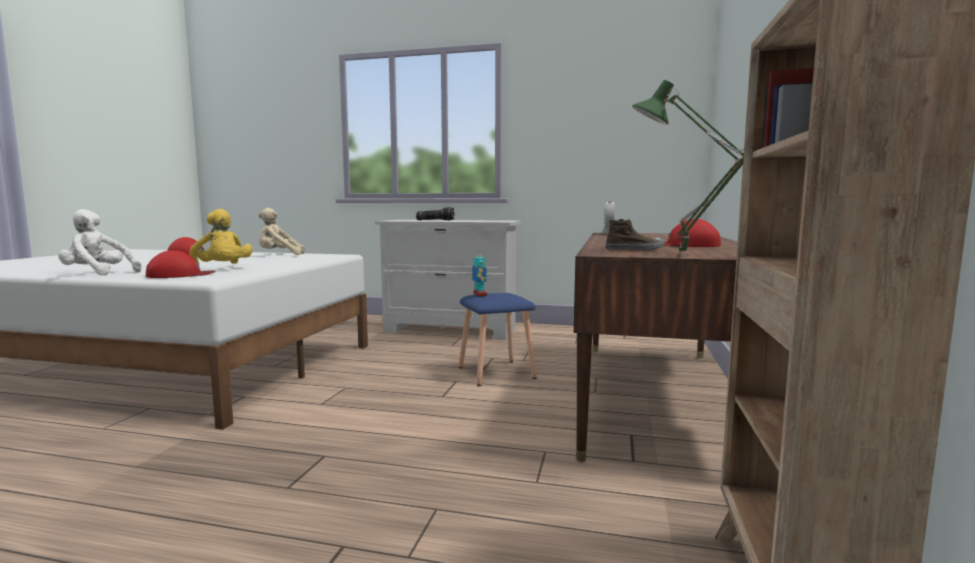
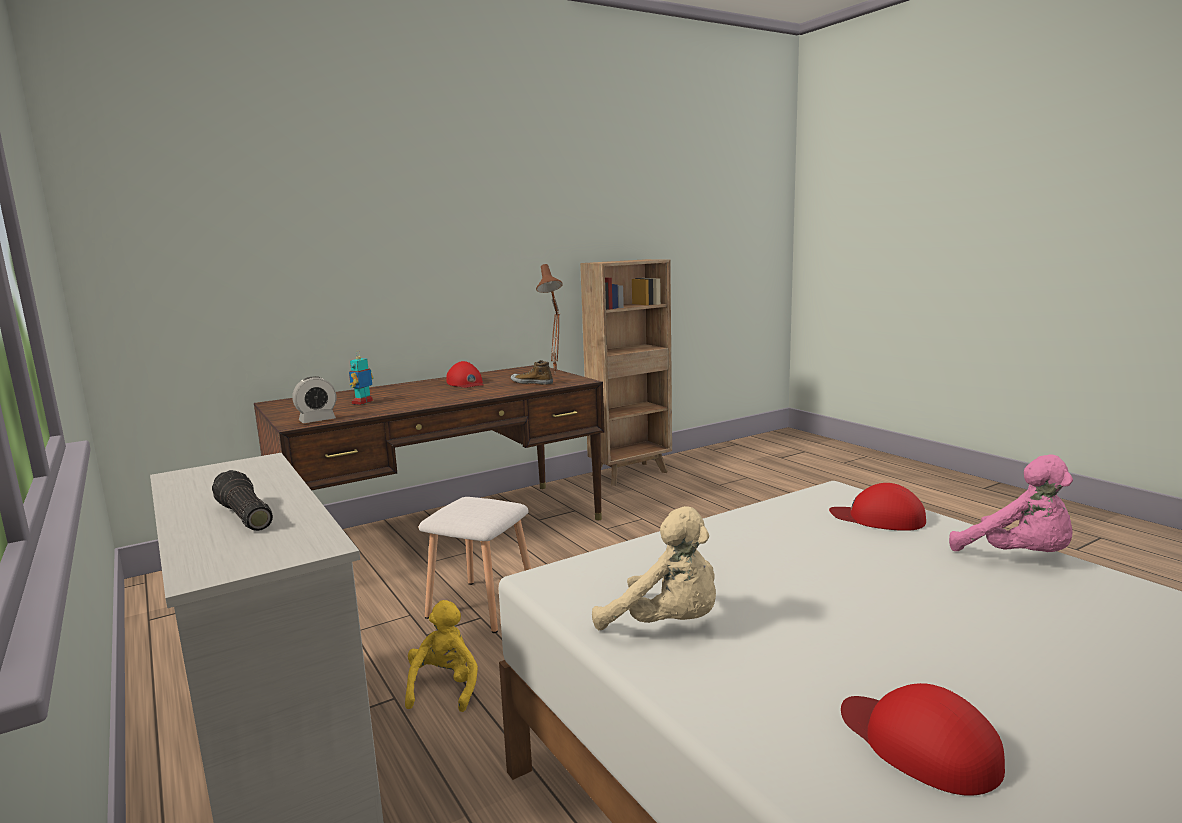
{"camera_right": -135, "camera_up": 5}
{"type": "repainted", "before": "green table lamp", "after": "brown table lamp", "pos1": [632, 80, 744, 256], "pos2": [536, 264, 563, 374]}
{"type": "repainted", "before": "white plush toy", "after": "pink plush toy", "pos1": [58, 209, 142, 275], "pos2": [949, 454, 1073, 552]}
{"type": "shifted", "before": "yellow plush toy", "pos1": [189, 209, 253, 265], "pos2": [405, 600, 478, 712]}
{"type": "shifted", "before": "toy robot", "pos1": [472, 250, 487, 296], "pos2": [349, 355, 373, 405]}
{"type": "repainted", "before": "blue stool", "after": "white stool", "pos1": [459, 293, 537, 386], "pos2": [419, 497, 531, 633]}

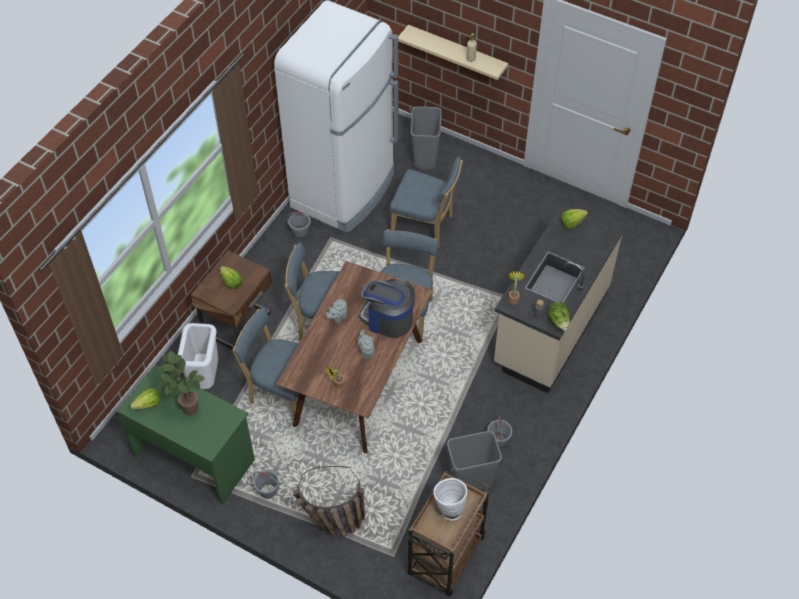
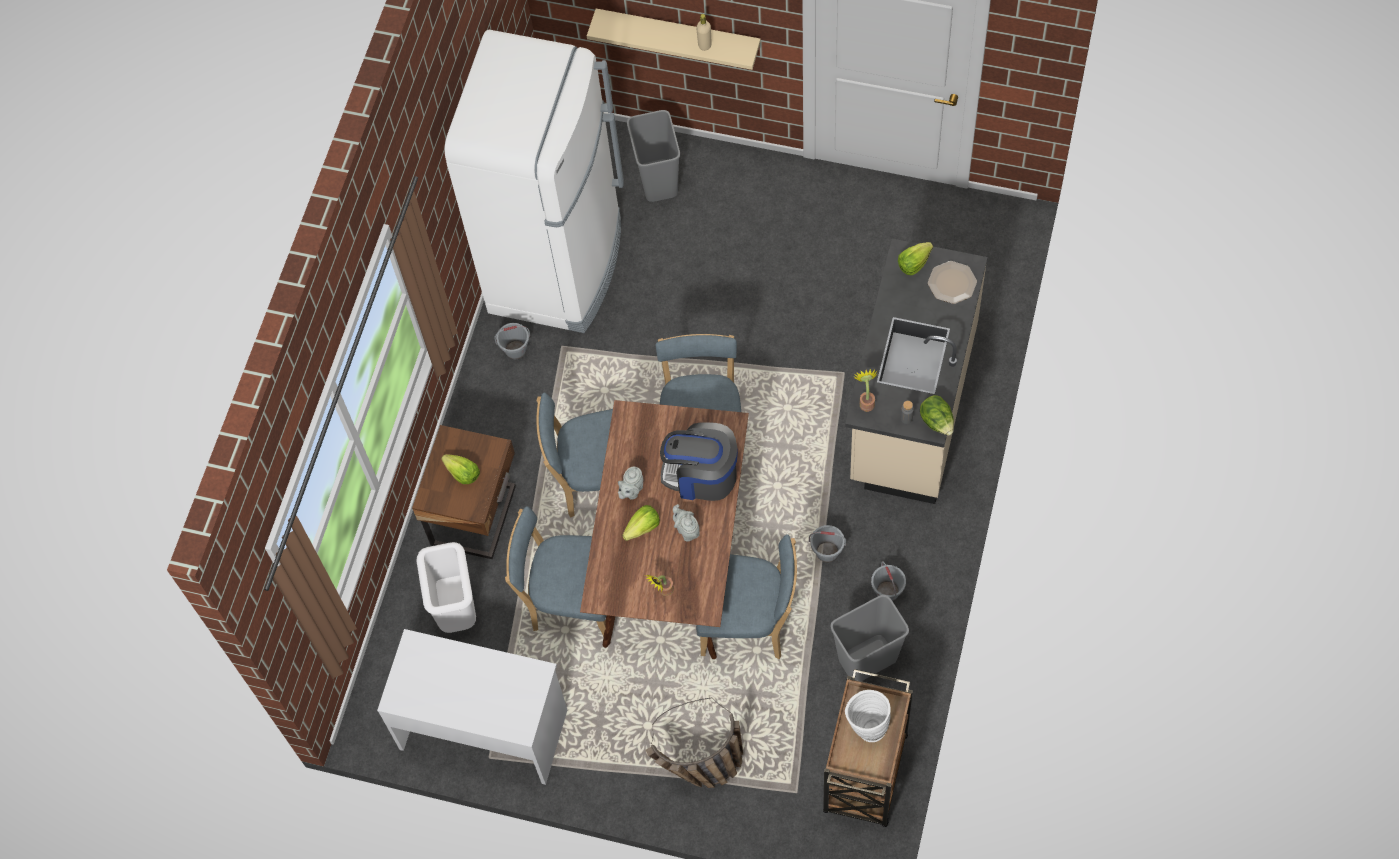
{"camera_right": -10, "camera_up": 10}
{"type": "shifted", "before": "blue chair", "pos1": [389, 156, 463, 249], "pos2": [696, 534, 797, 659]}
{"type": "gone", "before": "potted plant", "pos1": [156, 351, 205, 416]}
{"type": "repainted", "before": "green desk", "after": "white desk", "pos1": [117, 365, 255, 504], "pos2": [377, 629, 567, 785]}
{"type": "shifted", "before": "lettuce", "pos1": [130, 388, 161, 409], "pos2": [622, 505, 660, 541]}
{"type": "shifted", "before": "grey bucket", "pos1": [253, 470, 279, 499], "pos2": [809, 525, 846, 562]}
{"type": "new", "after": "plate", "pos2": [928, 261, 977, 304]}

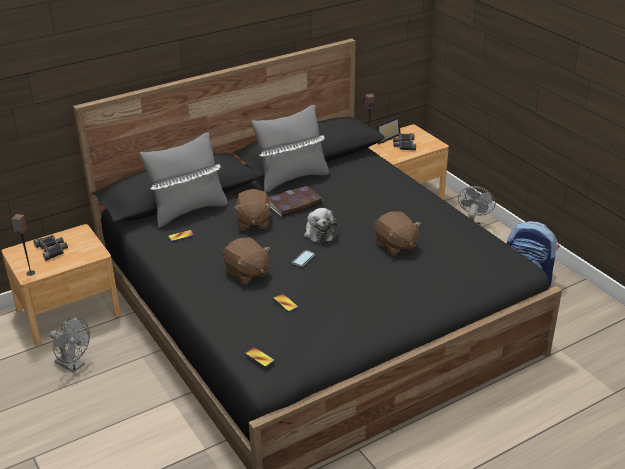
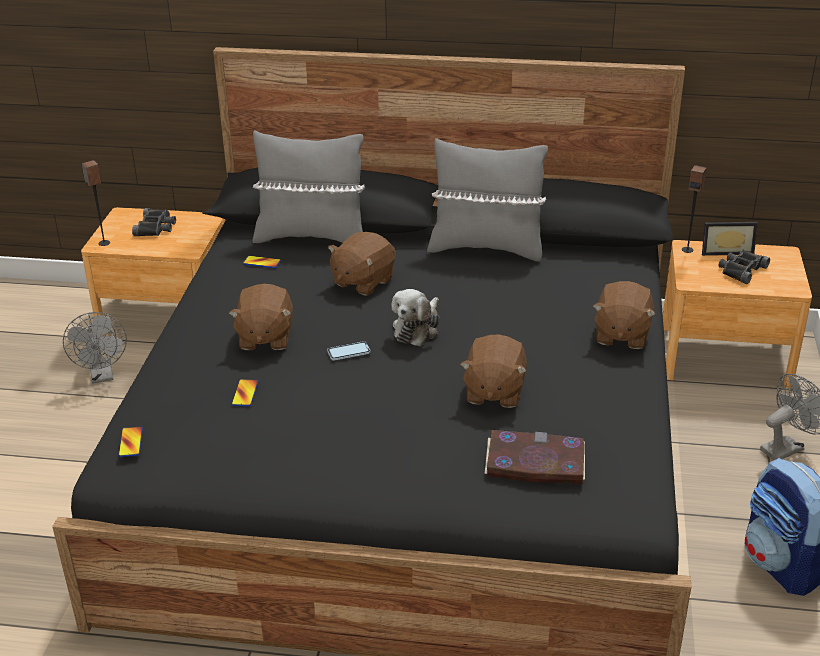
{"camera_right": 40, "camera_up": 0}
{"type": "shifted", "before": "book", "pos1": [268, 186, 323, 217], "pos2": [485, 430, 585, 484]}
{"type": "new", "after": "brown plush toy", "pos2": [593, 281, 656, 349]}

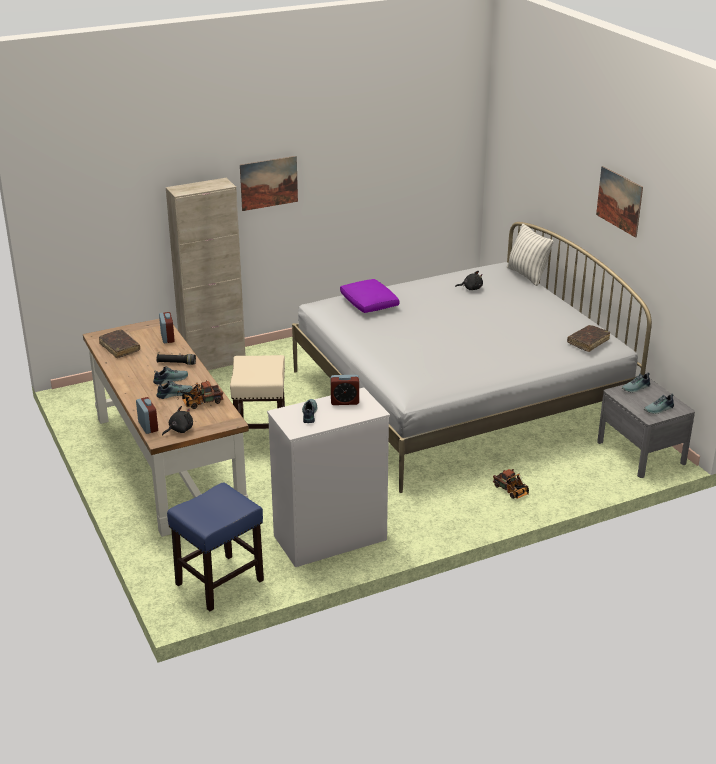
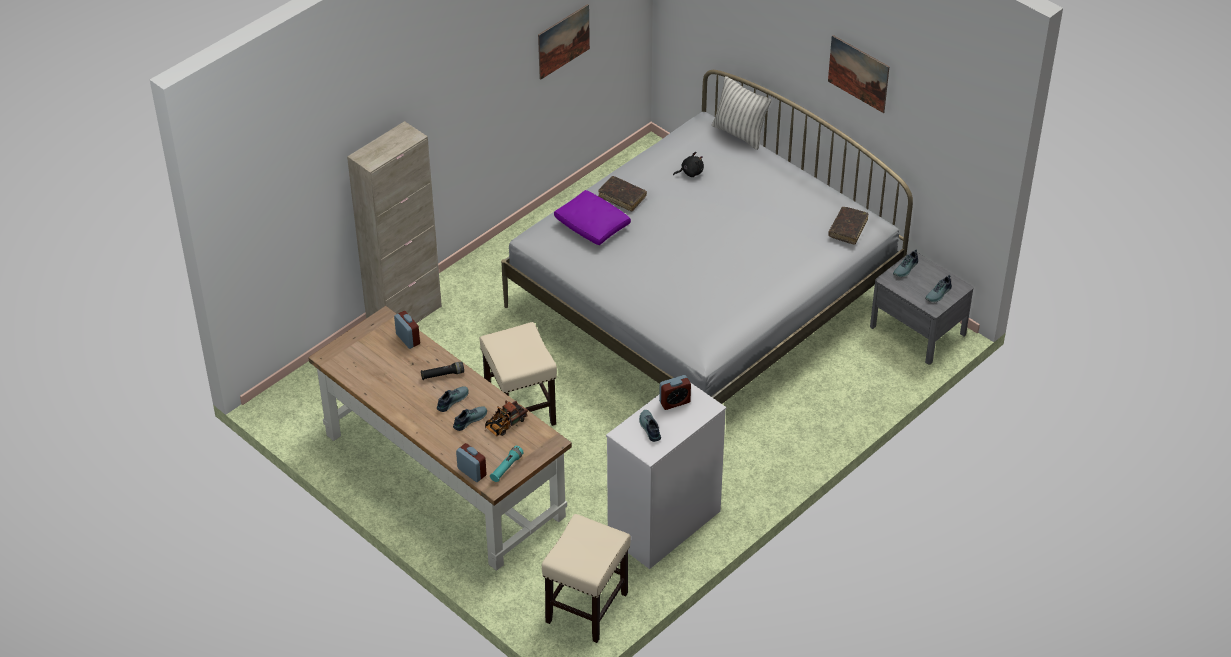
{"camera_right": -20, "camera_up": 15}
{"type": "shifted", "before": "picture", "pos1": [240, 156, 298, 211], "pos2": [538, 4, 590, 80]}
{"type": "shifted", "before": "brown book", "pos1": [99, 329, 140, 358], "pos2": [598, 176, 647, 211]}
{"type": "swapped", "before": "black plush toy", "after": "turquoise flashlight", "pos1": [162, 406, 193, 436], "pos2": [490, 446, 524, 482]}
{"type": "gone", "before": "toy truck", "pos1": [493, 469, 529, 499]}
{"type": "repainted", "before": "blue stool", "after": "beige stool", "pos1": [167, 483, 264, 611], "pos2": [542, 514, 631, 643]}

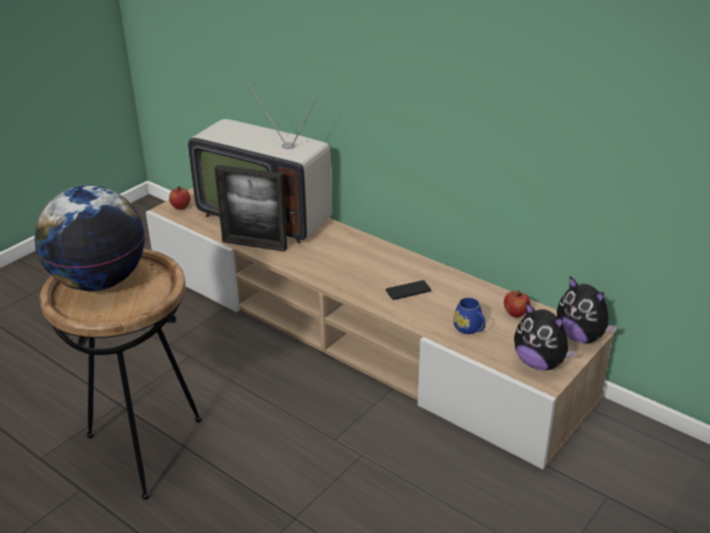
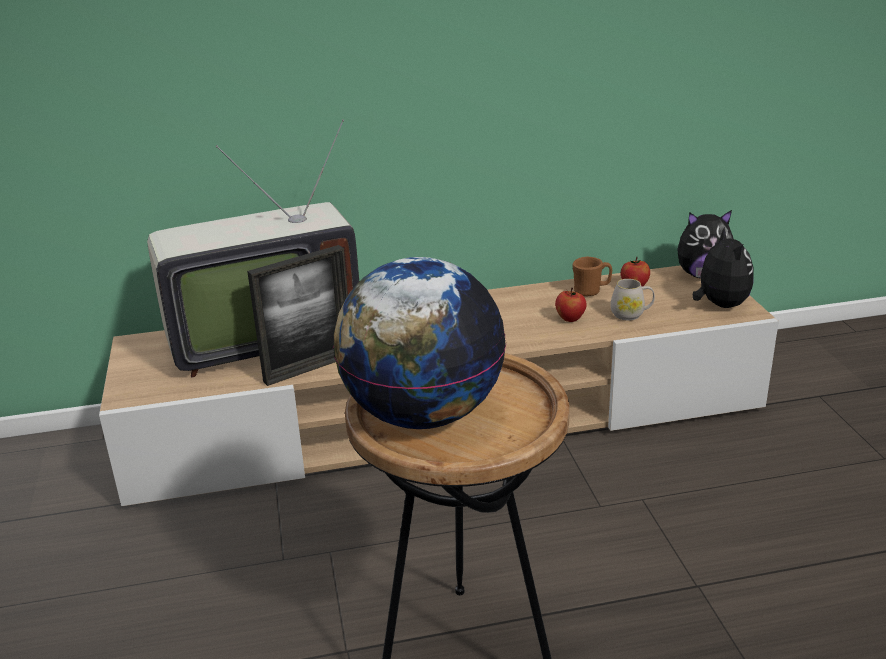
{"camera_right": -50, "camera_up": -5}
{"type": "shifted", "before": "apple", "pos1": [169, 186, 190, 210], "pos2": [555, 288, 587, 322]}
{"type": "gone", "before": "phone", "pos1": [386, 280, 431, 300]}
{"type": "repainted", "before": "blue mug", "after": "white mug", "pos1": [453, 297, 486, 334], "pos2": [610, 279, 655, 321]}
{"type": "rotated", "before": "plush toy", "pos1": [514, 302, 578, 371], "pos2": [692, 227, 754, 308], "turn": -90}
{"type": "new", "after": "brown mug", "pos2": [572, 257, 612, 296]}

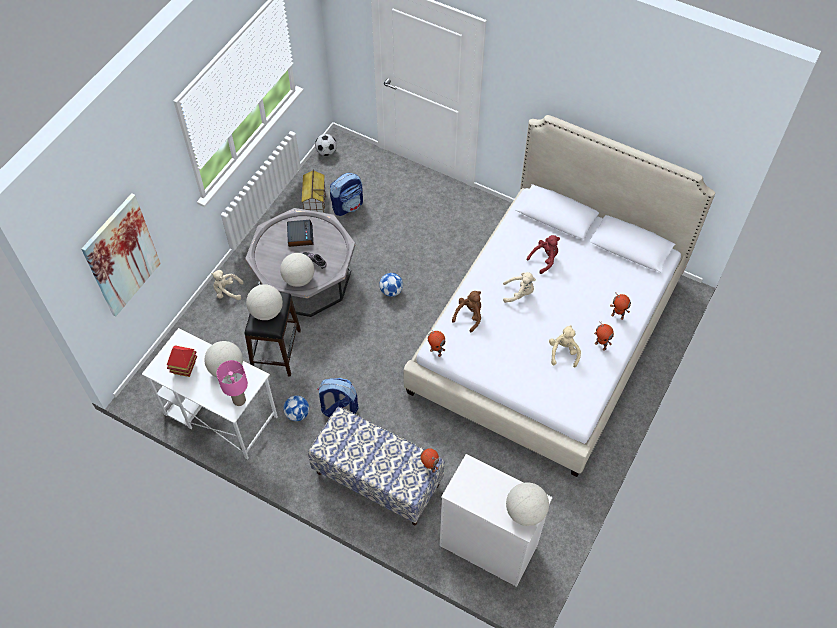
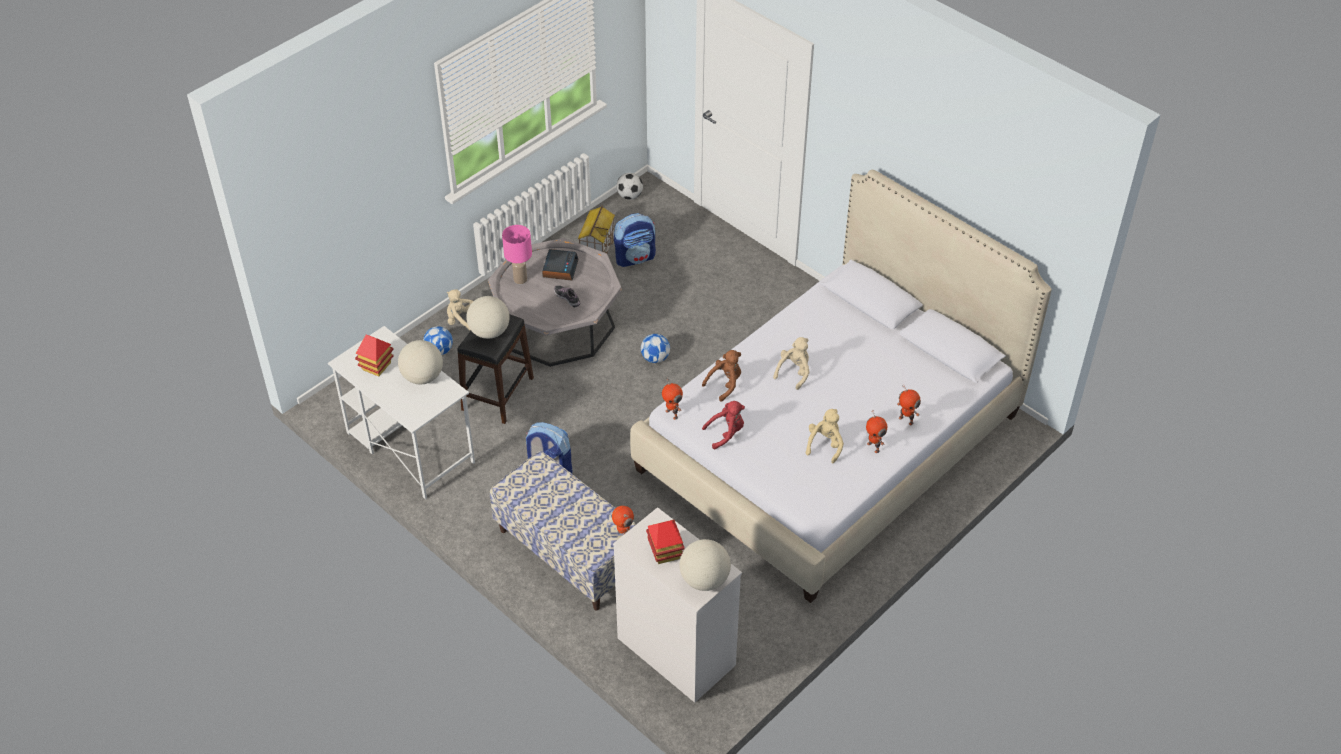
{"camera_right": 15, "camera_up": -10}
{"type": "gone", "before": "picture", "pos1": [81, 193, 161, 316]}
{"type": "shifted", "before": "red plush toy", "pos1": [527, 235, 560, 274], "pos2": [702, 401, 745, 449]}
{"type": "gone", "before": "globe", "pos1": [280, 253, 314, 287]}
{"type": "rotated", "before": "beige plush toy", "pos1": [503, 272, 536, 303], "pos2": [773, 337, 810, 390], "turn": -75}
{"type": "shifted", "before": "pink table lamp", "pos1": [217, 360, 248, 406], "pos2": [502, 225, 532, 284]}
{"type": "shifted", "before": "football", "pos1": [283, 396, 309, 421], "pos2": [423, 326, 453, 355]}
{"type": "new", "after": "toy house", "pos2": [646, 520, 685, 564]}

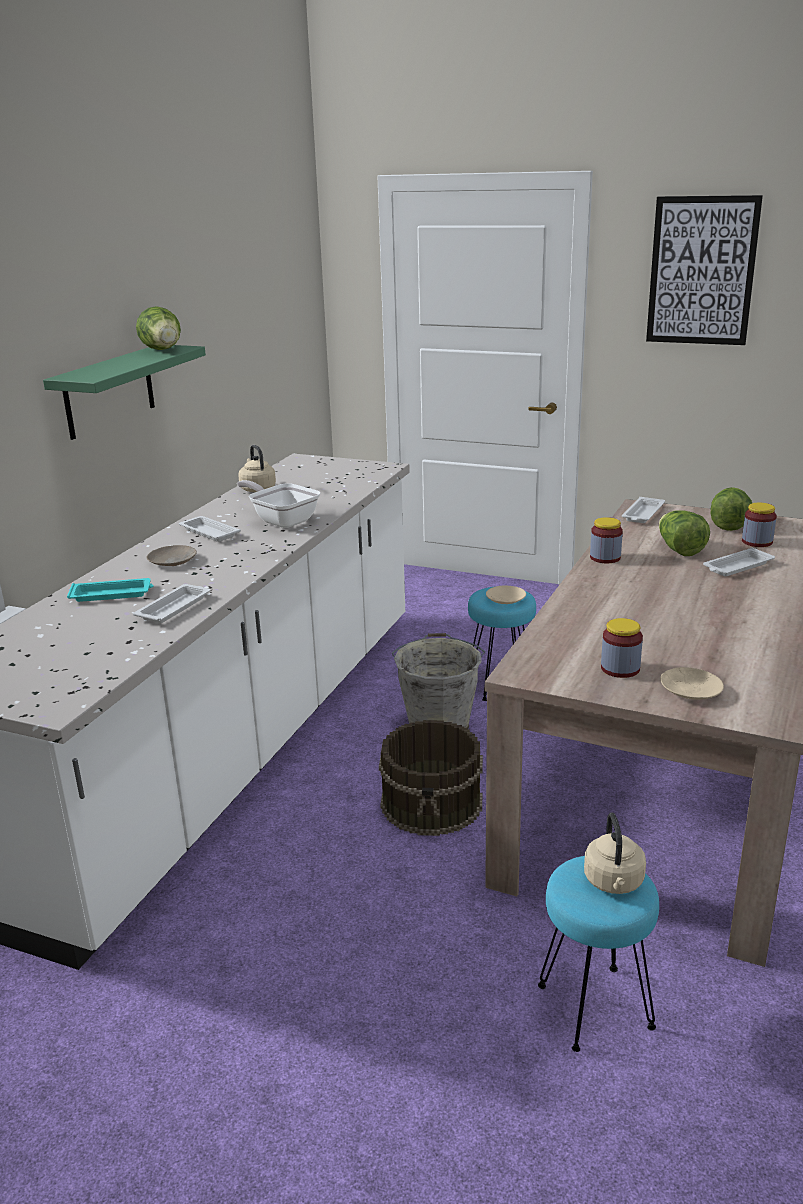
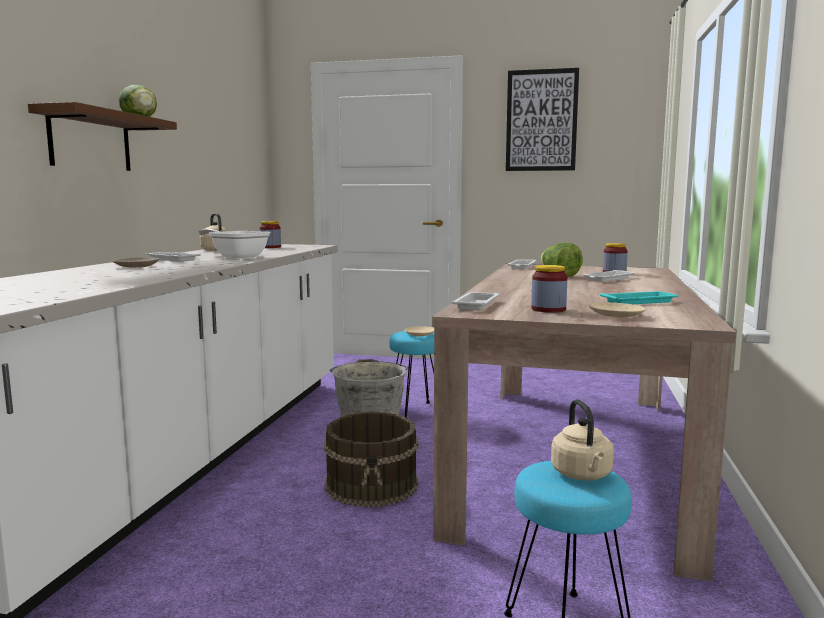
{"camera_right": -10, "camera_up": -15}
{"type": "repainted", "before": "green shelf", "after": "brown shelf", "pos1": [43, 345, 206, 440], "pos2": [28, 102, 177, 171]}
{"type": "gone", "before": "lettuce", "pos1": [710, 487, 752, 531]}
{"type": "shifted", "before": "jar", "pos1": [590, 517, 623, 563], "pos2": [260, 221, 281, 248]}
{"type": "shifted", "before": "turquoise tray", "pos1": [67, 578, 154, 602], "pos2": [600, 291, 679, 304]}
{"type": "shifted", "before": "white tray", "pos1": [133, 584, 210, 623], "pos2": [452, 292, 499, 310]}

